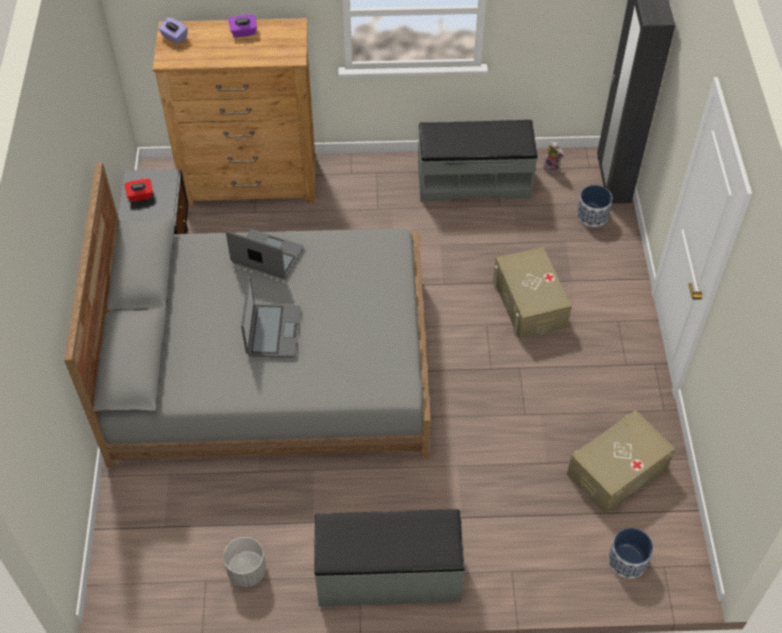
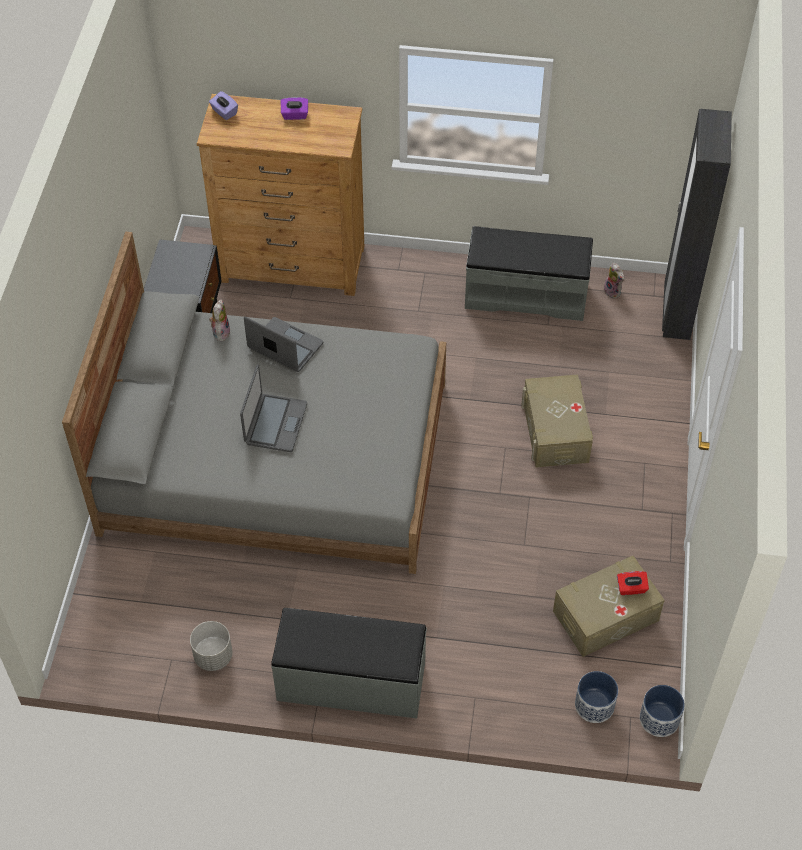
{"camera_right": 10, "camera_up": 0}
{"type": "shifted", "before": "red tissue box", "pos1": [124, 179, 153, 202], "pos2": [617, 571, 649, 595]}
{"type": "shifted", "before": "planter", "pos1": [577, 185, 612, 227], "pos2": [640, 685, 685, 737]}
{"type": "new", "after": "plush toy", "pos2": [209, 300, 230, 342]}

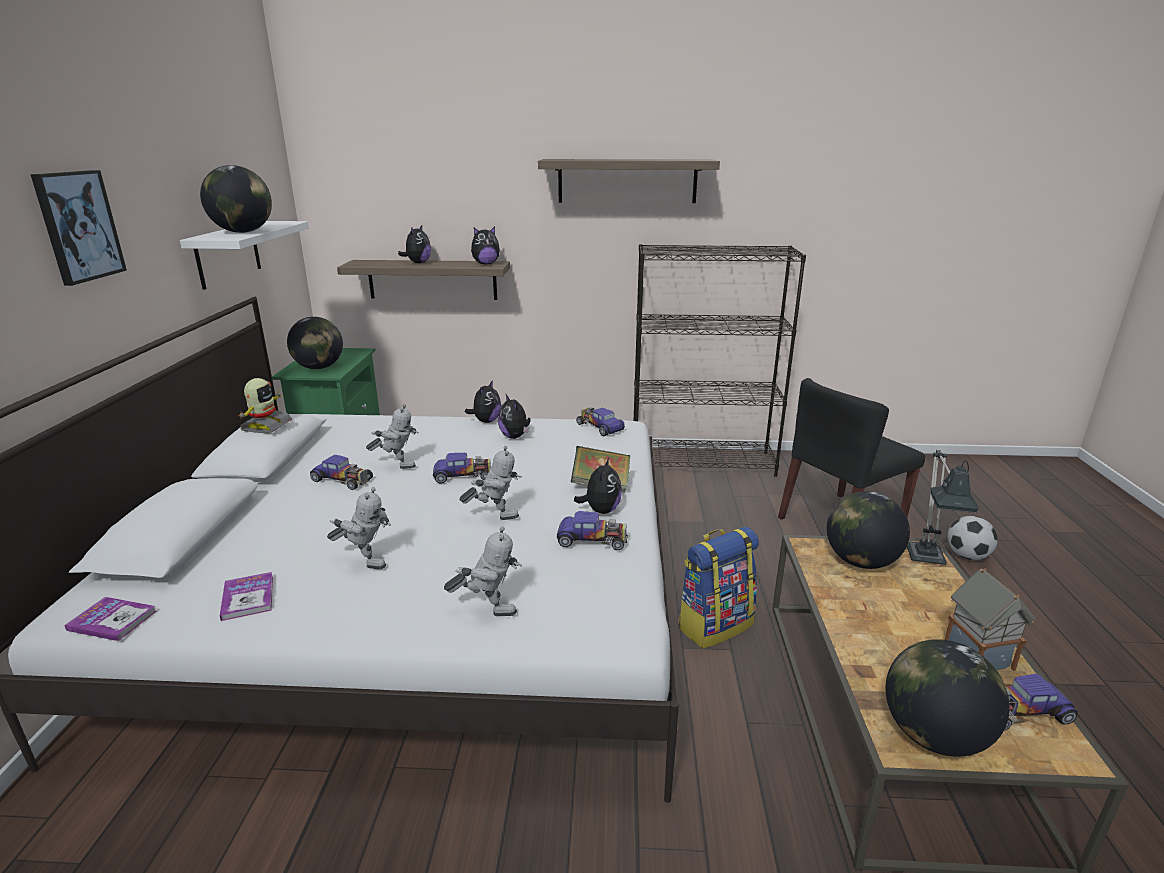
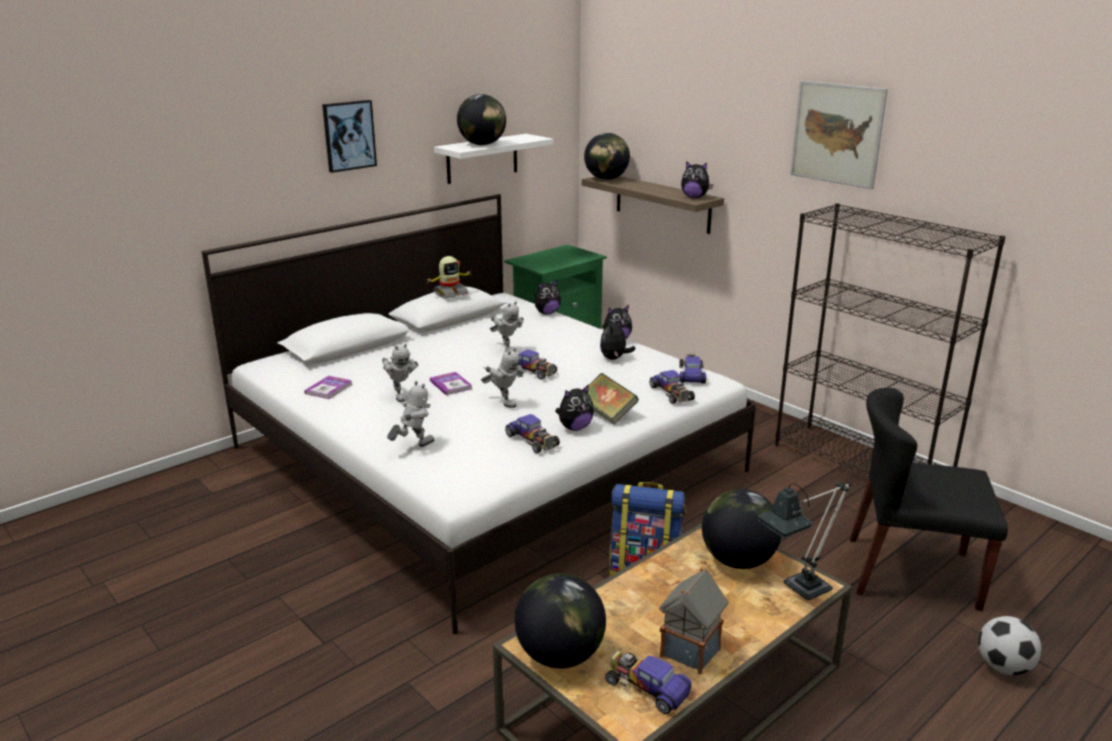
{"camera_right": 45, "camera_up": 0}
{"type": "swapped", "before": "shelf", "after": "picture", "pos1": [538, 159, 720, 203], "pos2": [790, 81, 888, 189]}
{"type": "shifted", "before": "plush toy", "pos1": [398, 226, 431, 263], "pos2": [533, 280, 561, 315]}
{"type": "shifted", "before": "globe", "pos1": [287, 317, 343, 369], "pos2": [584, 133, 630, 180]}
{"type": "shifted", "before": "toy car", "pos1": [310, 455, 373, 490], "pos2": [650, 370, 695, 404]}
{"type": "rotated", "before": "toy robot", "pos1": [444, 526, 522, 616], "pos2": [387, 381, 435, 447], "turn": -90}
{"type": "shifted", "before": "book", "pos1": [64, 597, 157, 641], "pos2": [430, 372, 472, 395]}

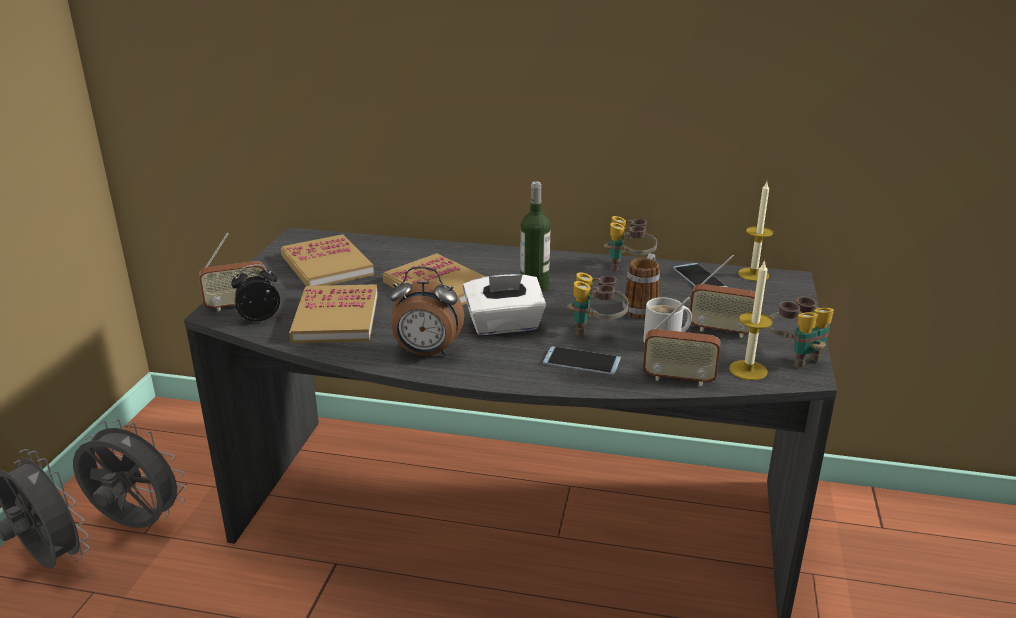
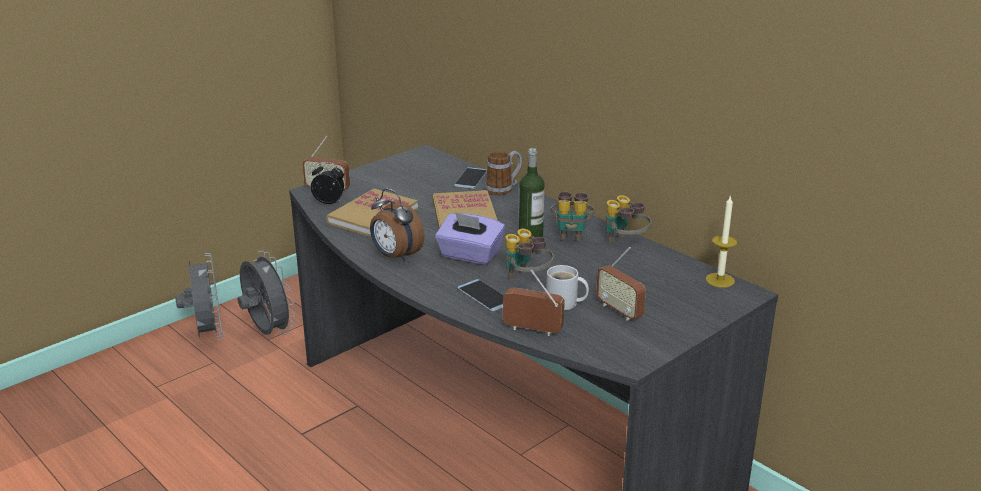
{"camera_right": 35, "camera_up": 0}
{"type": "gone", "before": "book", "pos1": [281, 234, 374, 286]}
{"type": "shifted", "before": "mug", "pos1": [622, 253, 660, 319], "pos2": [485, 151, 522, 195]}
{"type": "gone", "before": "candle", "pos1": [729, 260, 773, 380]}
{"type": "shifted", "before": "phone", "pos1": [673, 263, 727, 287], "pos2": [454, 167, 487, 189]}
{"type": "repainted", "before": "white tissue box", "after": "purple tissue box", "pos1": [463, 274, 546, 335], "pos2": [435, 212, 505, 265]}
{"type": "shifted", "before": "binoculars", "pos1": [766, 296, 834, 368], "pos2": [551, 192, 595, 241]}
{"type": "rotated", "before": "radio", "pos1": [643, 297, 720, 386], "pos2": [503, 269, 565, 336], "turn": 150}

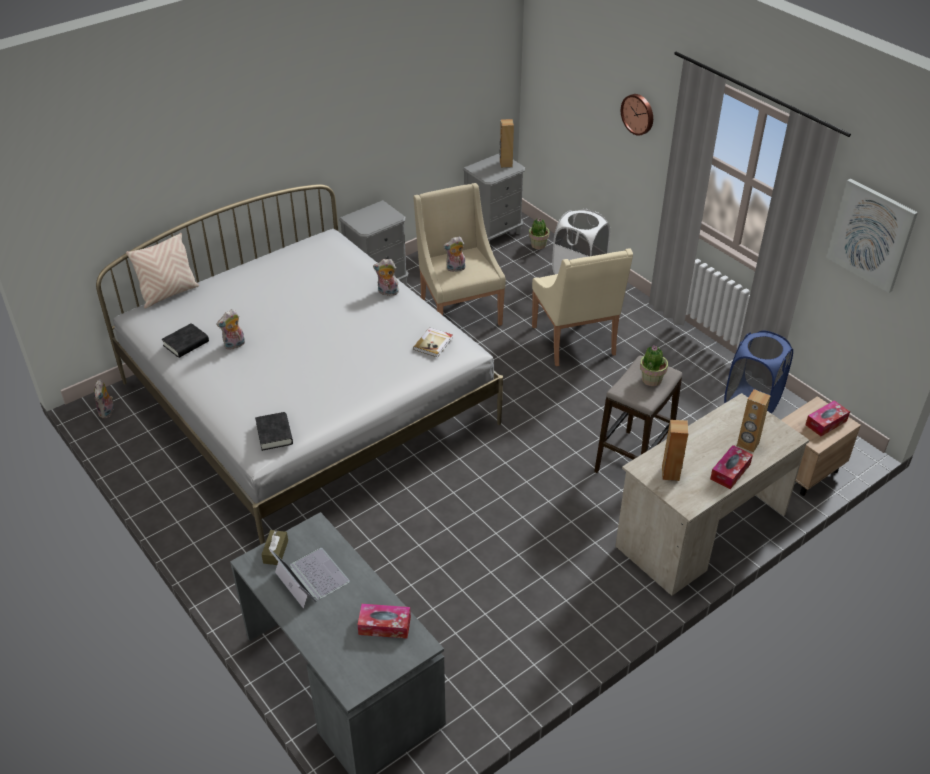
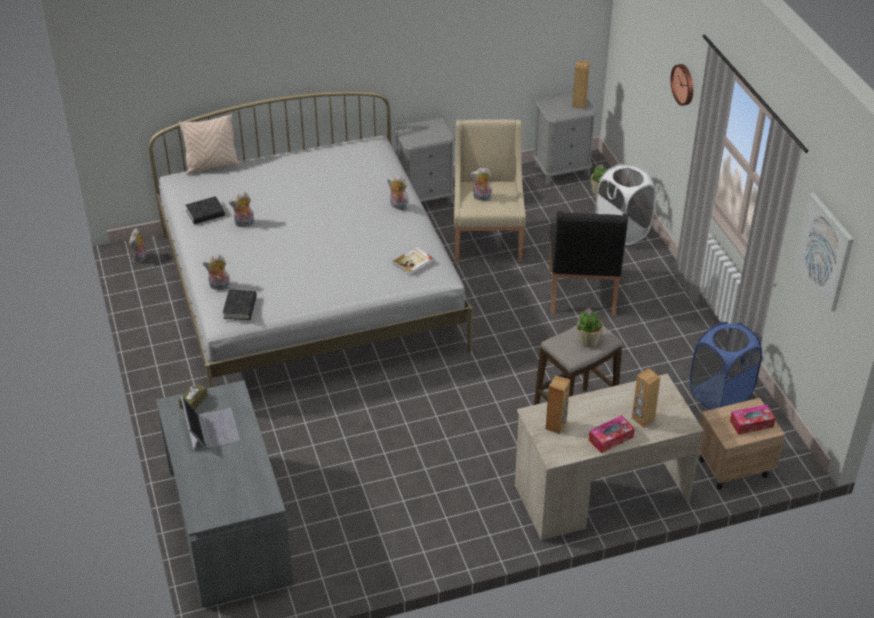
{"camera_right": 20, "camera_up": 0}
{"type": "repainted", "before": "beige armchair", "after": "black armchair", "pos1": [532, 248, 633, 366], "pos2": [549, 211, 628, 316]}
{"type": "gone", "before": "tissue box", "pos1": [357, 604, 411, 639]}
{"type": "new", "after": "plush toy", "pos2": [202, 254, 231, 290]}

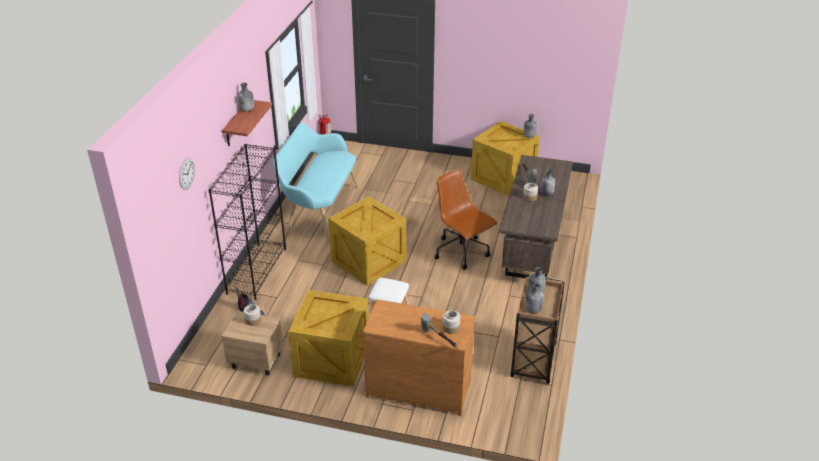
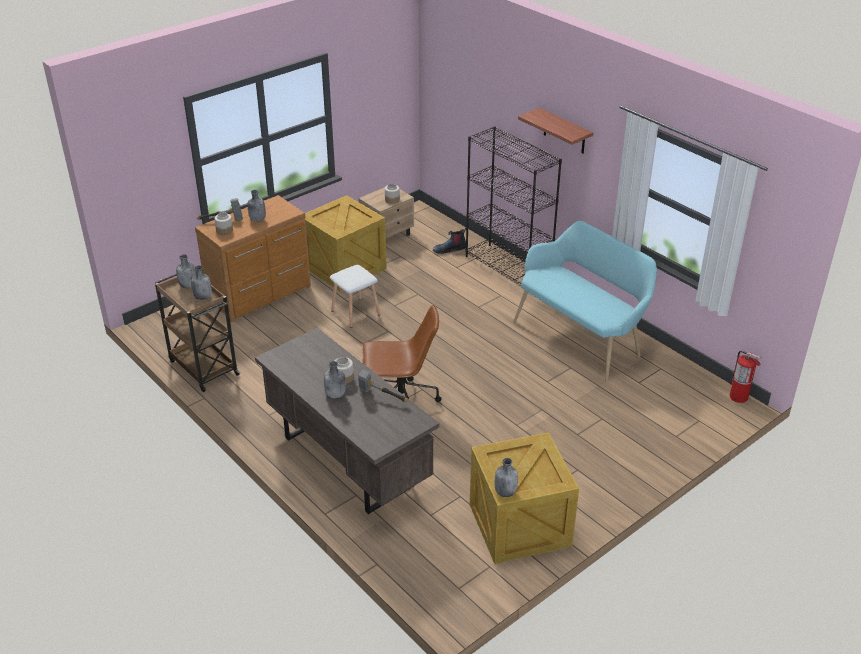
{"camera_right": 125, "camera_up": 0}
{"type": "shifted", "before": "grey bottle", "pos1": [238, 83, 254, 111], "pos2": [247, 190, 266, 222]}
{"type": "gone", "before": "wall clock", "pos1": [179, 158, 195, 190]}
{"type": "gone", "before": "crate", "pos1": [328, 197, 406, 286]}

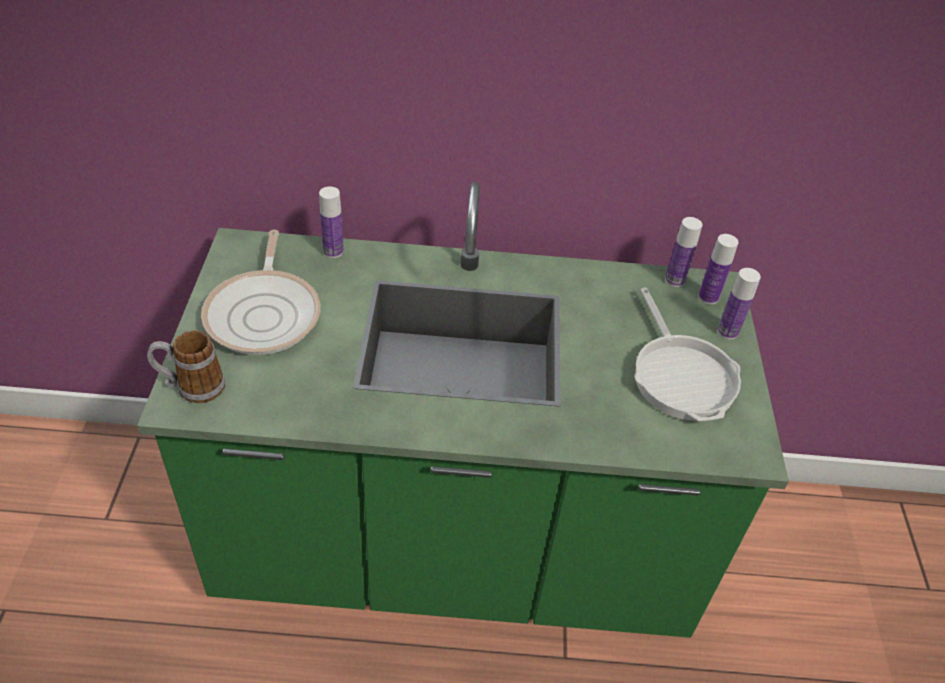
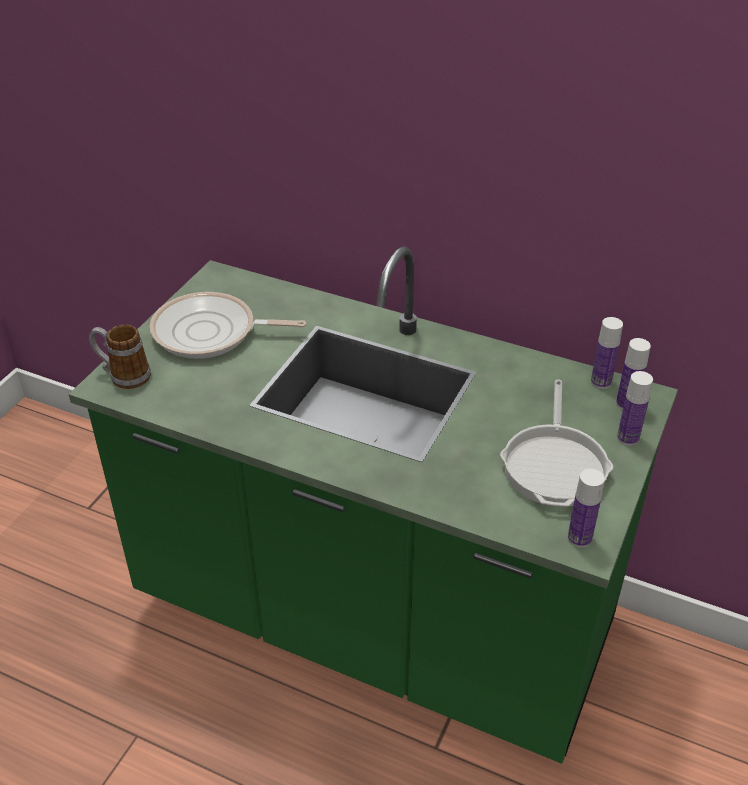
{"camera_right": 25, "camera_up": -5}
{"type": "shifted", "before": "bottle", "pos1": [319, 186, 344, 258], "pos2": [568, 469, 605, 547]}
{"type": "rotated", "before": "frying pan", "pos1": [201, 230, 321, 355], "pos2": [150, 292, 306, 359], "turn": 75}

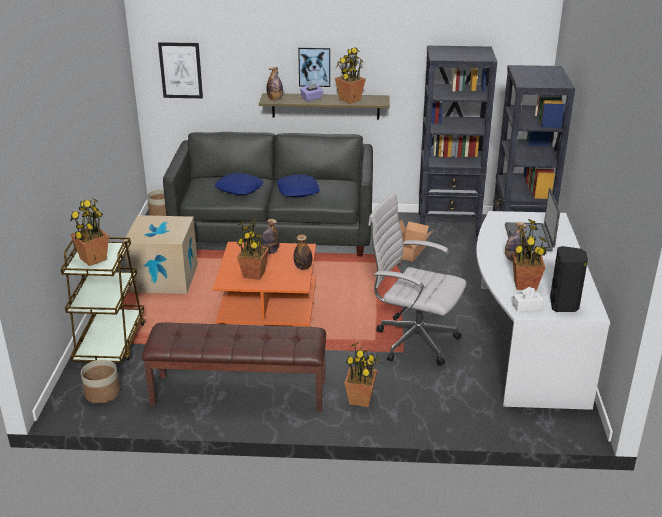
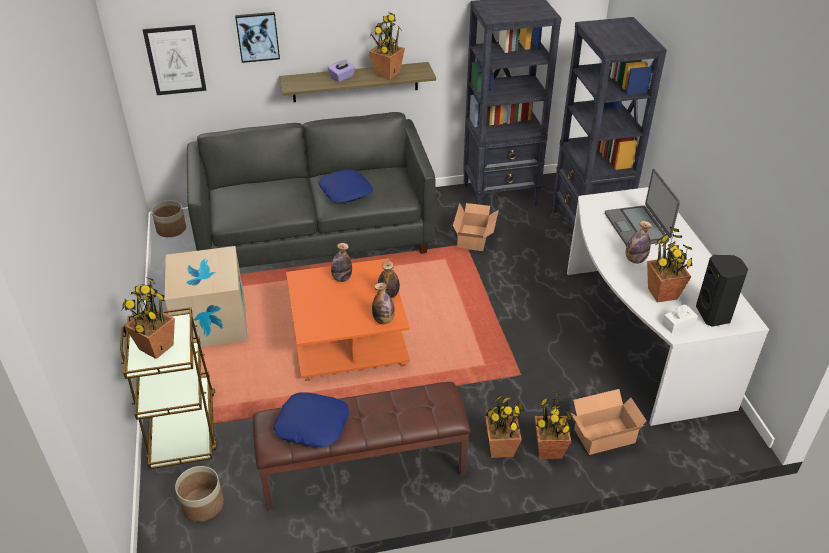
{"camera_right": -15, "camera_up": 10}
{"type": "shifted", "before": "picture", "pos1": [298, 47, 330, 87], "pos2": [235, 12, 280, 63]}
{"type": "shifted", "before": "bottle", "pos1": [267, 67, 283, 100], "pos2": [372, 283, 395, 324]}
{"type": "shifted", "before": "blue pillow", "pos1": [215, 173, 264, 195], "pos2": [274, 392, 349, 447]}
{"type": "gone", "before": "white office chair", "pos1": [368, 193, 466, 366]}
{"type": "shifted", "before": "potted plant", "pos1": [237, 217, 269, 280], "pos2": [535, 390, 573, 459]}
{"type": "new", "after": "cardboard box", "pos2": [570, 389, 646, 455]}

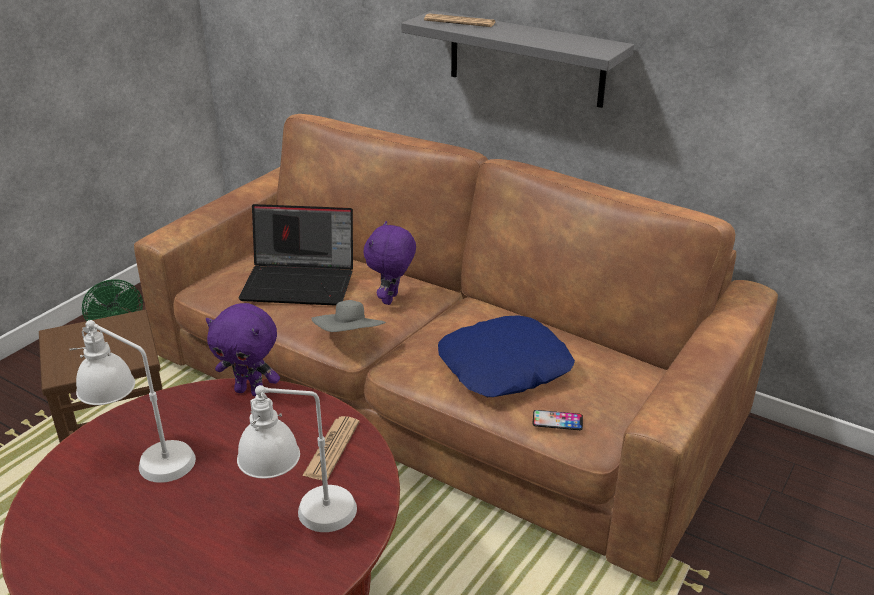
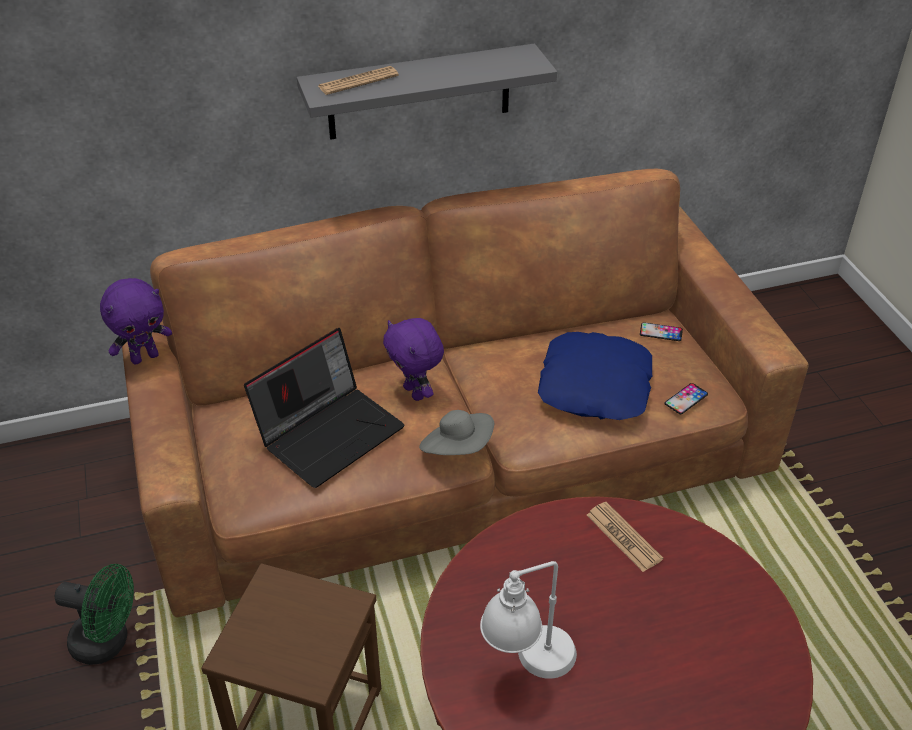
{"camera_right": -50, "camera_up": 10}
{"type": "shifted", "before": "purple plush toy", "pos1": [206, 303, 280, 396], "pos2": [100, 278, 172, 365]}
{"type": "gone", "before": "white table lamp", "pos1": [237, 385, 357, 532]}
{"type": "new", "after": "phone", "pos2": [640, 322, 683, 341]}

